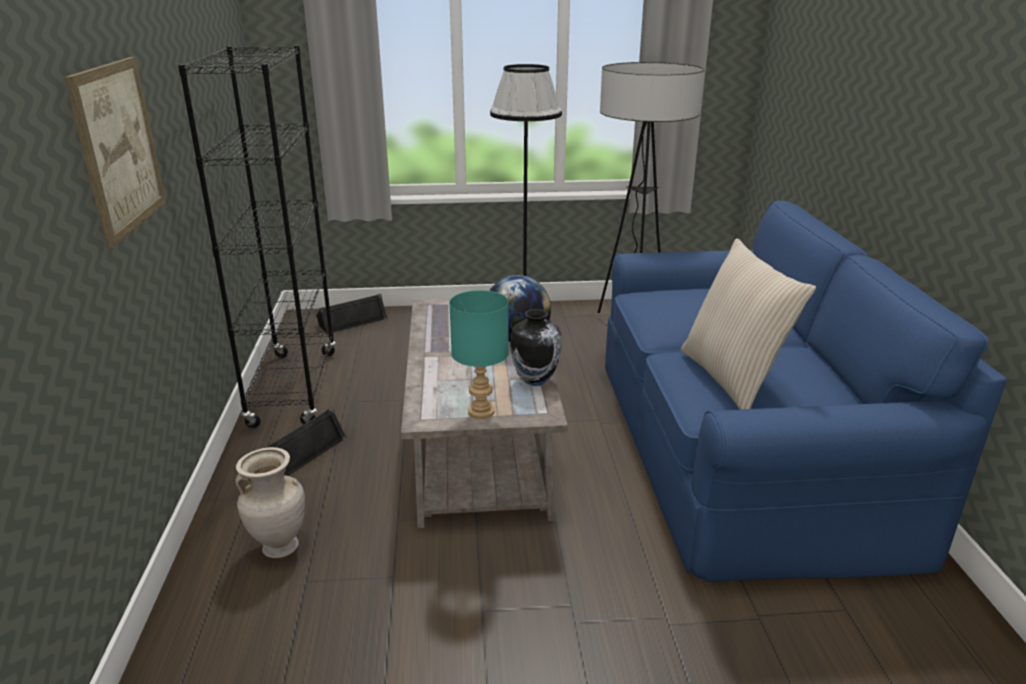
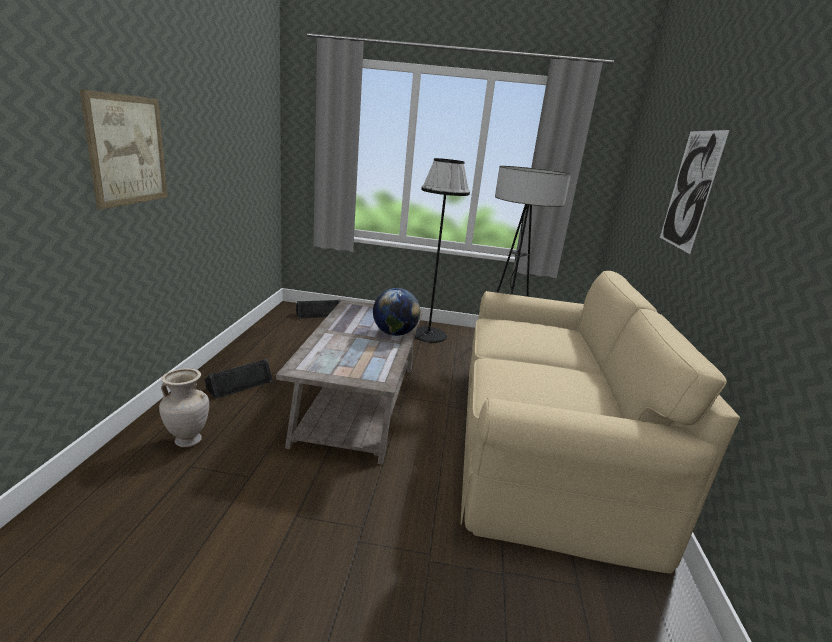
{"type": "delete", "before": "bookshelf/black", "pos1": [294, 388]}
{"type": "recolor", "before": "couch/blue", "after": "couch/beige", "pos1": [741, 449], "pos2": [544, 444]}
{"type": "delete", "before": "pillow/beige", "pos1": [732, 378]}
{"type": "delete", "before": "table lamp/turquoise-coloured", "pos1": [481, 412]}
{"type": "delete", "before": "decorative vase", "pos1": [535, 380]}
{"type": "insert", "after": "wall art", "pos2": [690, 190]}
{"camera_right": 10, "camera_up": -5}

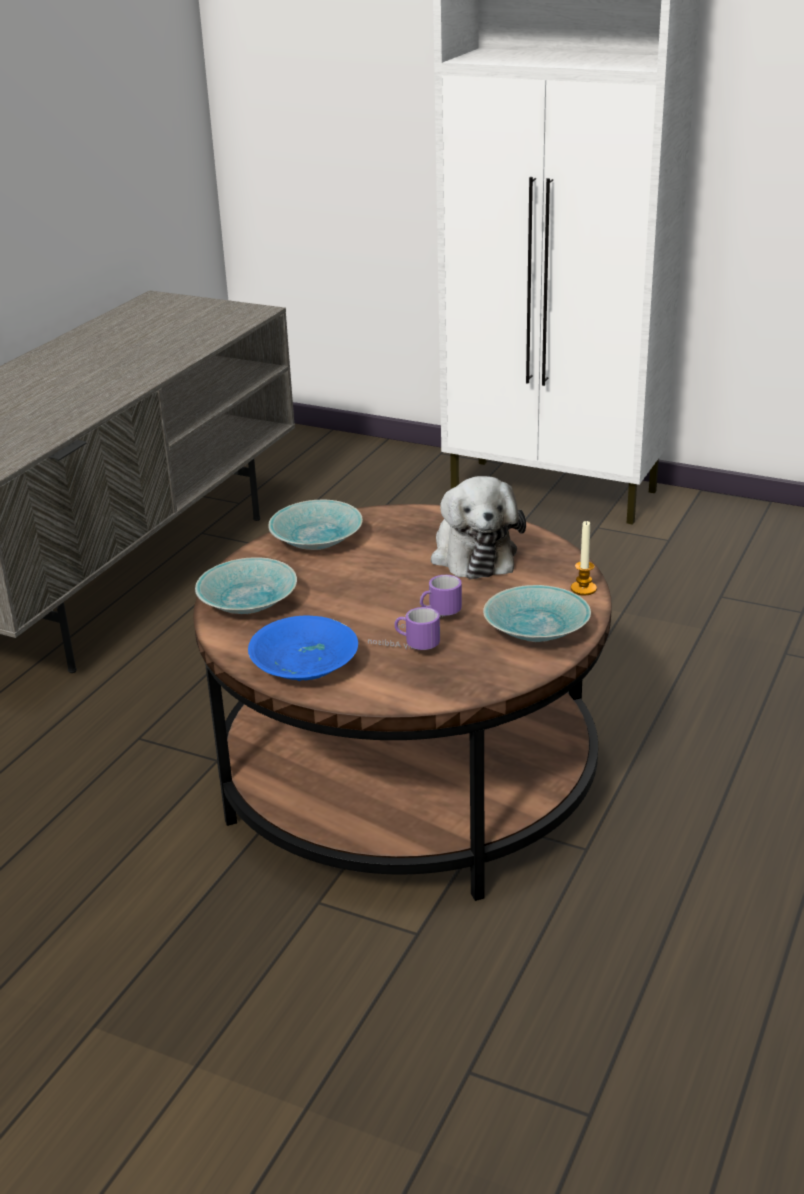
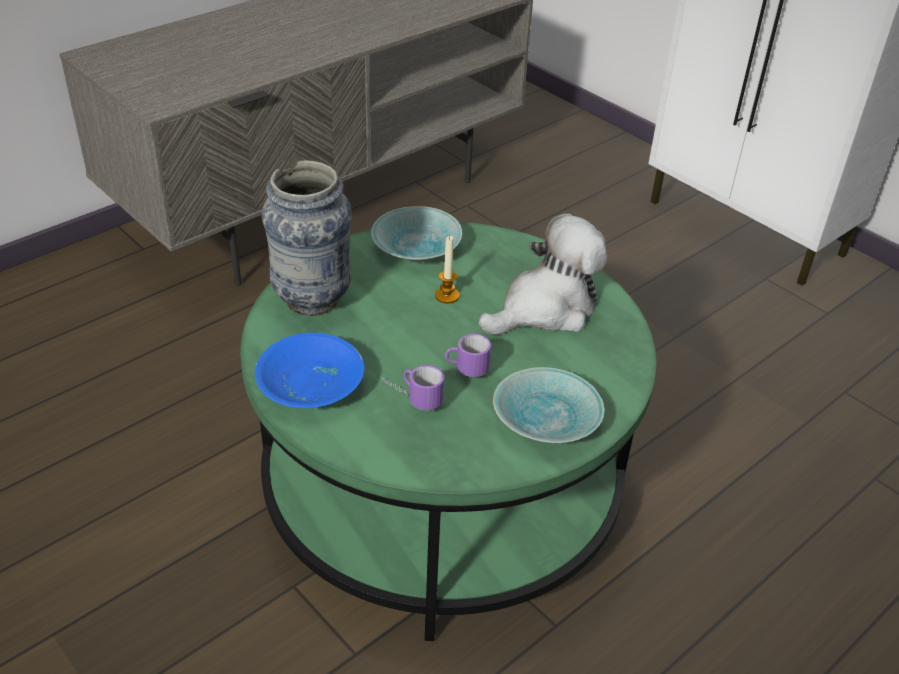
{"type": "rotate", "before": "soft toy", "pos1": [472, 553], "pos2": [546, 309], "turn": -135}
{"type": "recolor", "before": "lounge table/brown", "after": "lounge table/green-coloured", "pos1": [408, 778], "pos2": [442, 487]}
{"type": "move", "before": "wax candle", "pos1": [583, 589], "pos2": [447, 296]}
{"type": "replace", "before": "serving bowl/turquoise-coloured", "after": "decorative vase", "pos1": [249, 603], "pos2": [312, 300]}
{"camera_right": 20, "camera_up": 10}

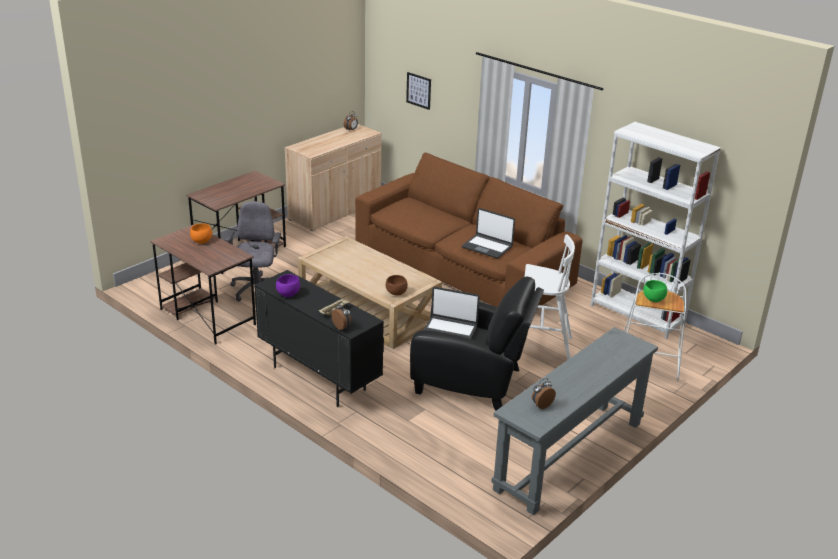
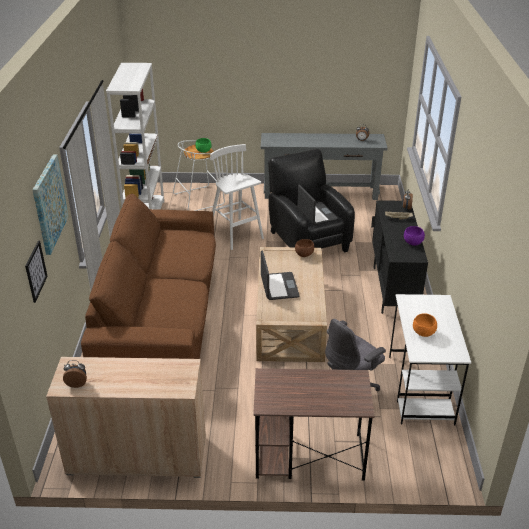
{"type": "move", "before": "portable computer", "pos1": [487, 247], "pos2": [279, 287]}
{"type": "recolor", "before": "desk/brown", "after": "desk/whitish", "pos1": [207, 316], "pos2": [420, 389]}
{"type": "insert", "after": "wall art", "pos2": [49, 204]}
{"camera_right": -130, "camera_up": 5}

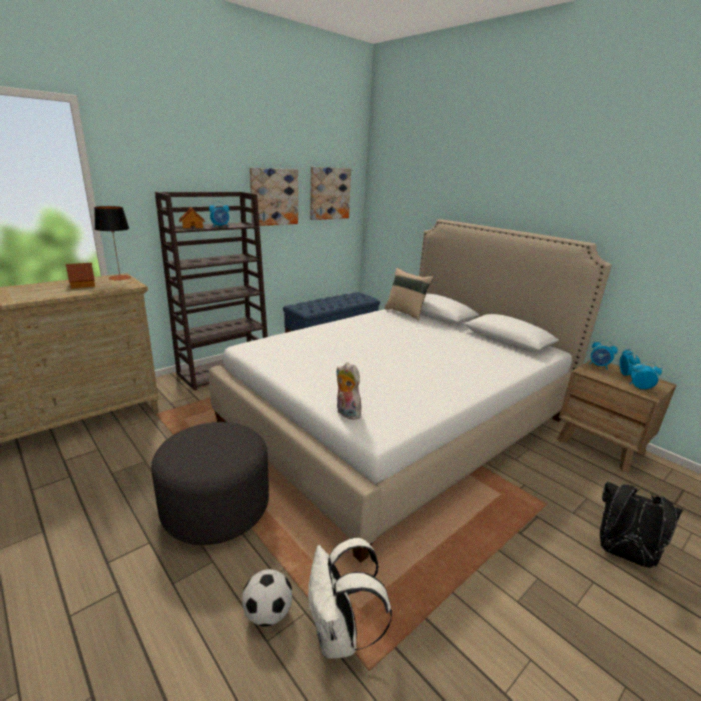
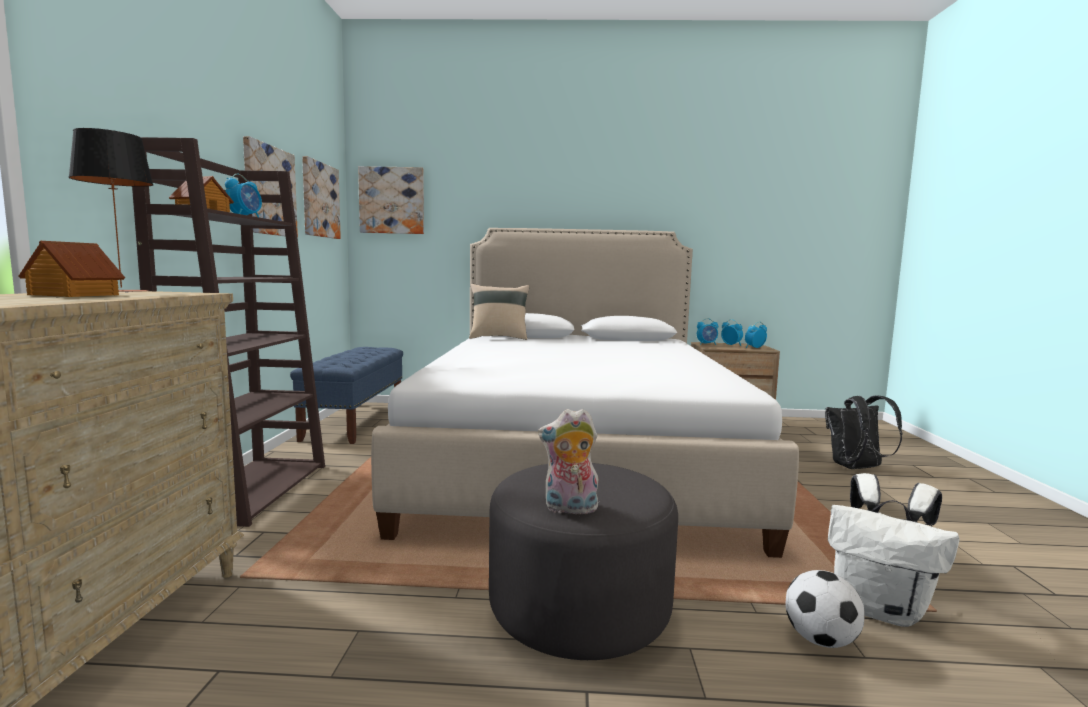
{"type": "move", "before": "soft toy", "pos1": [346, 413], "pos2": [569, 509]}
{"type": "insert", "after": "wall art", "pos2": [392, 200]}
{"camera_right": -45, "camera_up": -15}

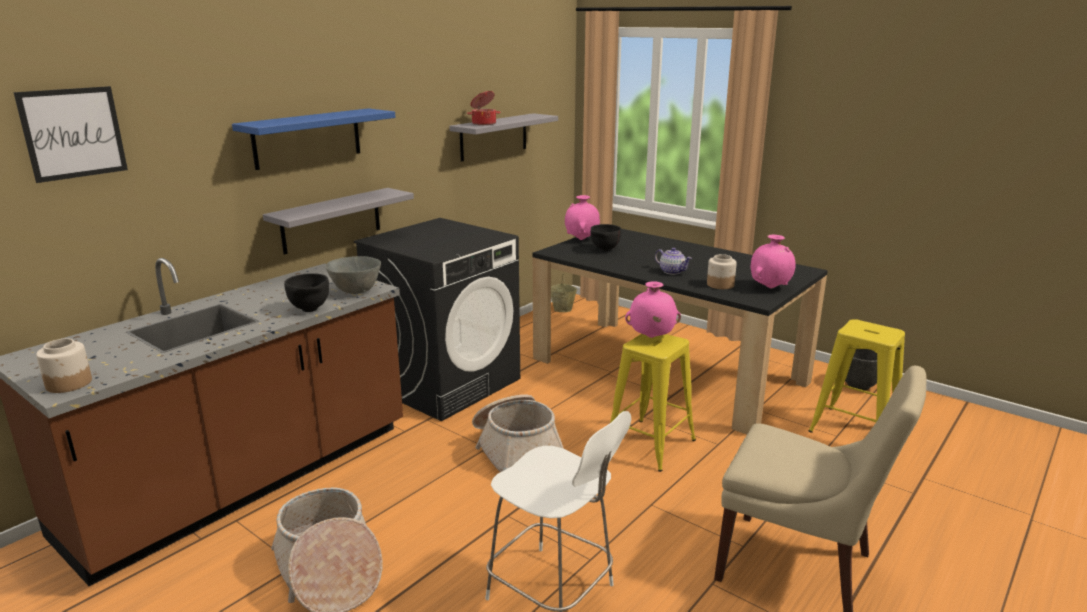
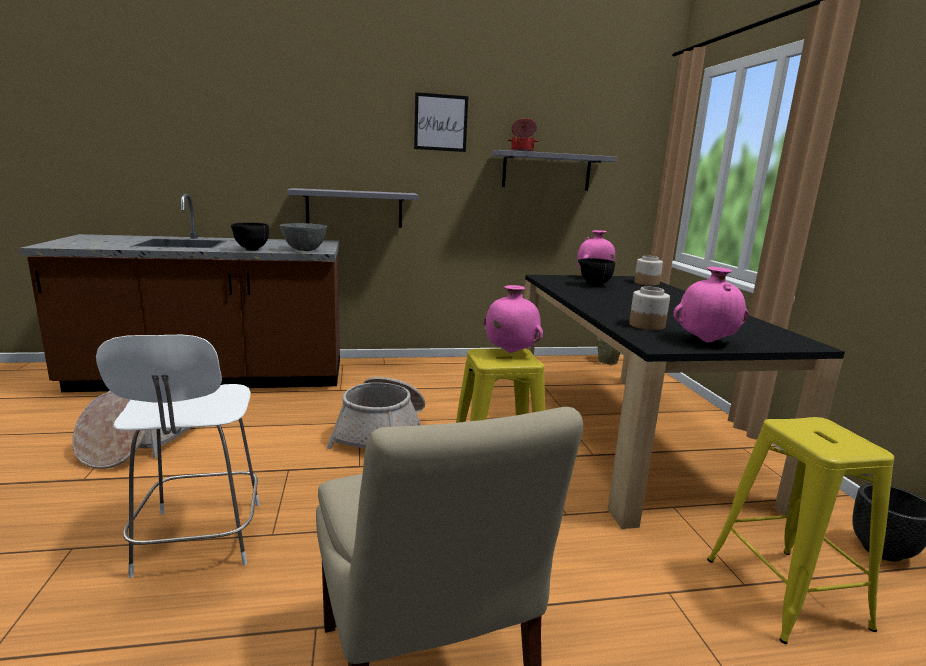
{"type": "move", "before": "wall art", "pos1": [73, 133], "pos2": [440, 122]}
{"type": "delete", "before": "wall shelf/blue", "pos1": [307, 138]}
{"type": "delete", "before": "laundry appliance/black", "pos1": [446, 383]}
{"type": "delete", "before": "teapot", "pos1": [672, 271]}
{"type": "move", "before": "jar", "pos1": [69, 383], "pos2": [647, 283]}
{"camera_right": 40, "camera_up": -5}

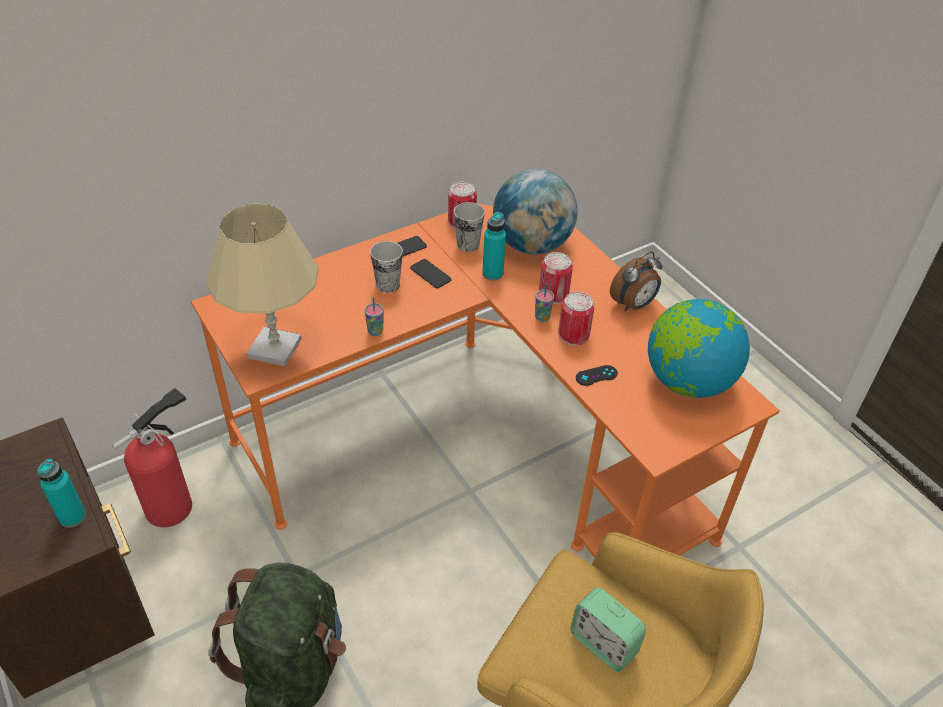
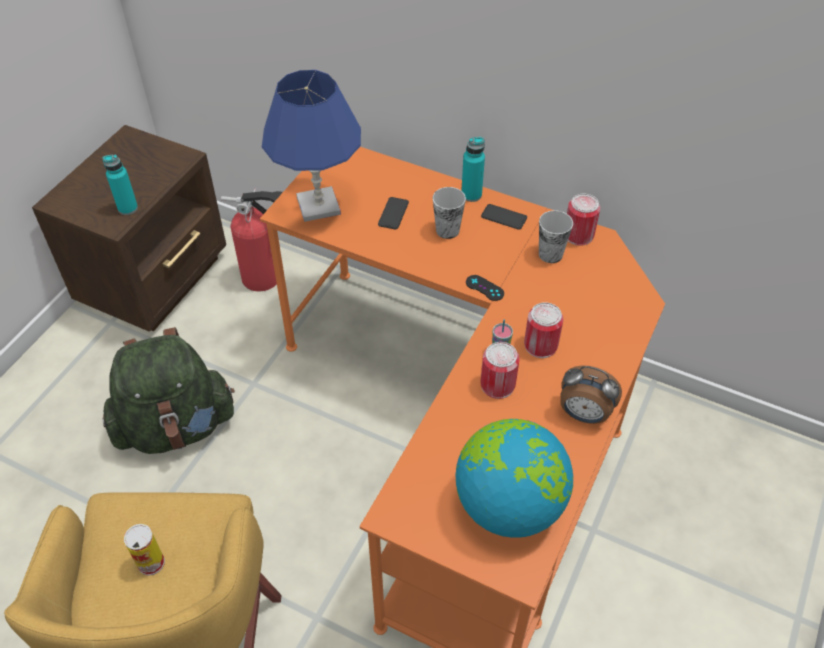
{"type": "delete", "before": "desk globe", "pos1": [531, 245]}
{"type": "recolor", "before": "table lamp/beige", "after": "table lamp/blue", "pos1": [275, 348], "pos2": [318, 206]}
{"type": "move", "before": "bottle/turquoise-coloured", "pos1": [492, 274], "pos2": [471, 195]}
{"type": "move", "before": "handset", "pos1": [430, 274], "pos2": [393, 213]}
{"type": "delete", "before": "cup", "pos1": [375, 332]}
{"type": "move", "before": "joypad/black", "pos1": [596, 375], "pos2": [484, 288]}
{"type": "replace", "before": "bedside clock", "after": "can", "pos1": [603, 643], "pos2": [151, 563]}
{"camera_right": 60, "camera_up": 5}

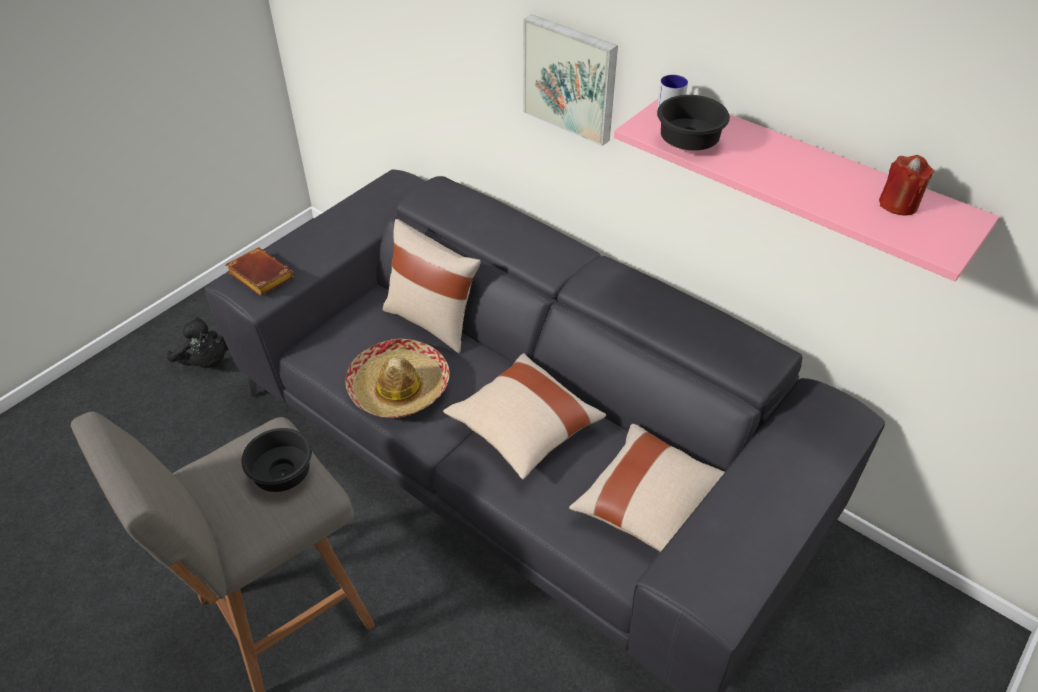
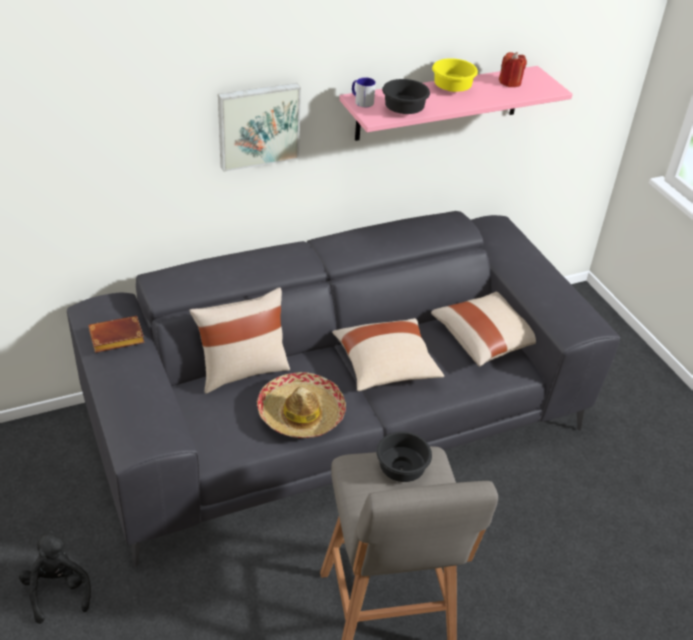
{"type": "move", "before": "book/brown", "pos1": [258, 276], "pos2": [115, 339]}
{"type": "rotate", "before": "soft toy/black", "pos1": [206, 363], "pos2": [58, 590], "turn": -90}
{"type": "insert", "after": "serving bowl/yellow", "pos2": [450, 88]}
{"camera_right": -65, "camera_up": -5}

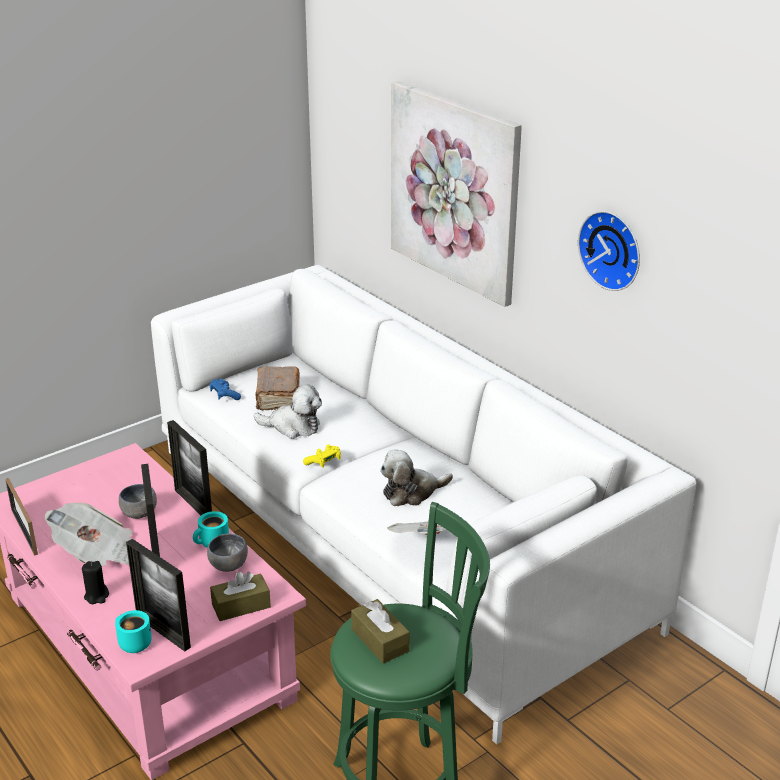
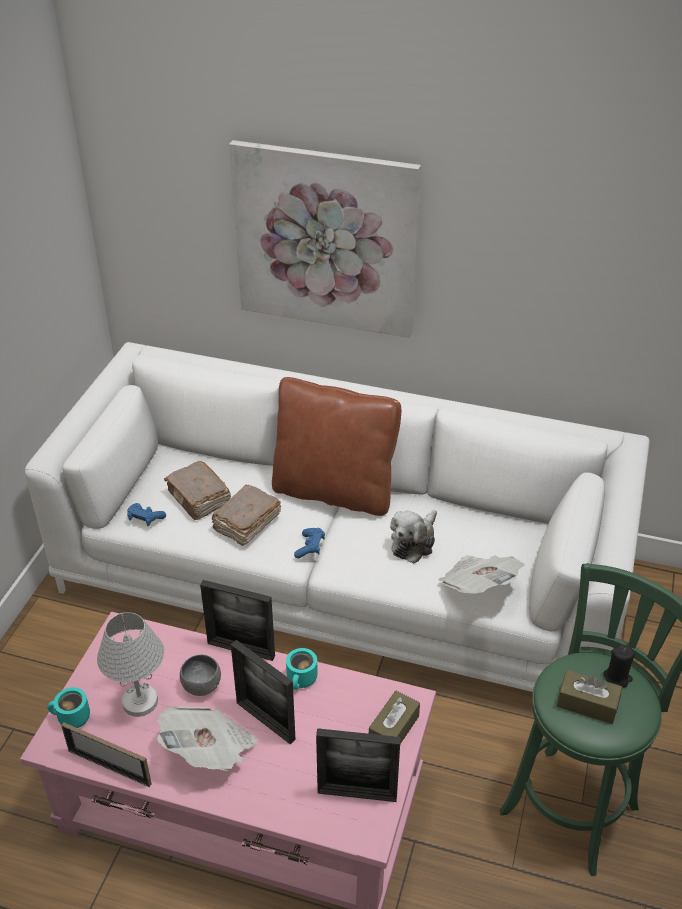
{"type": "delete", "before": "hanging clock", "pos1": [613, 249]}
{"type": "replace", "before": "soft toy", "after": "book/brown", "pos1": [293, 426], "pos2": [246, 523]}
{"type": "recolor", "before": "joypad/yellow", "after": "joypad/blue", "pos1": [324, 462], "pos2": [310, 547]}
{"type": "delete", "before": "serving bowl/gray", "pos1": [228, 566]}
{"type": "move", "before": "wax candle/black", "pos1": [97, 596], "pos2": [617, 677]}
{"type": "move", "before": "tea mug/turquoise-coloured", "pos1": [132, 643], "pos2": [71, 719]}
{"type": "insert", "after": "pillow/brown", "pos2": [334, 491]}
{"type": "insert", "after": "table lamp/whitish", "pos2": [140, 701]}
{"camera_right": -35, "camera_up": 10}

